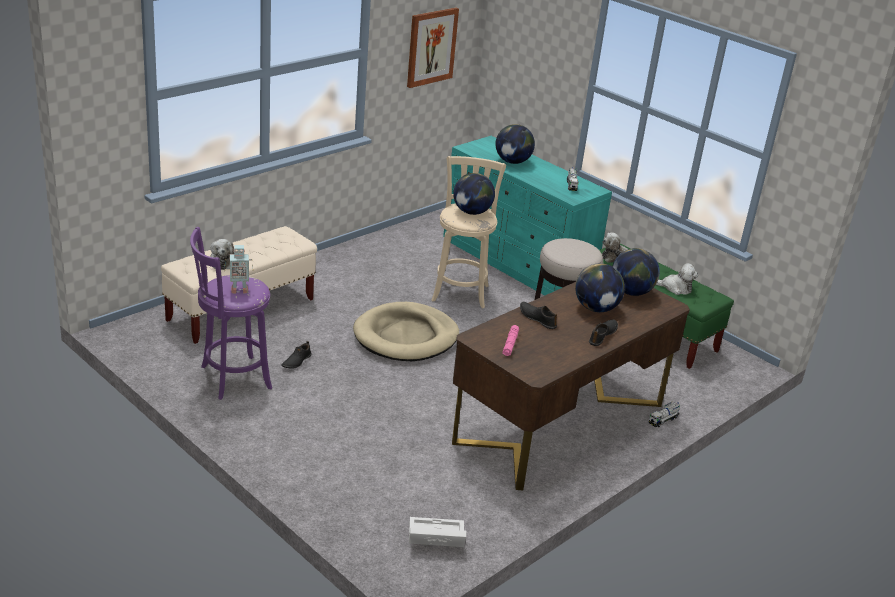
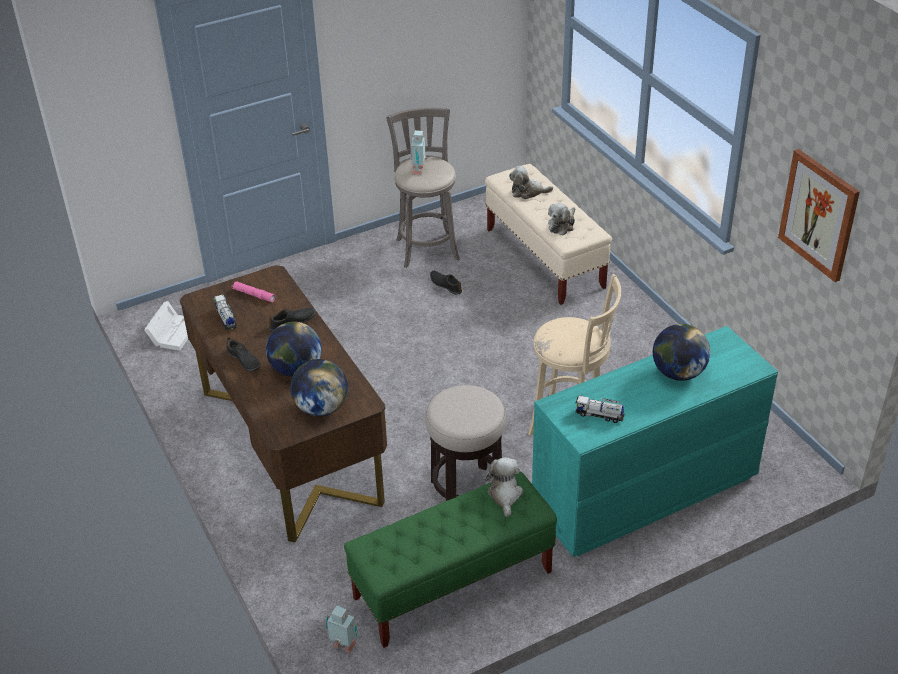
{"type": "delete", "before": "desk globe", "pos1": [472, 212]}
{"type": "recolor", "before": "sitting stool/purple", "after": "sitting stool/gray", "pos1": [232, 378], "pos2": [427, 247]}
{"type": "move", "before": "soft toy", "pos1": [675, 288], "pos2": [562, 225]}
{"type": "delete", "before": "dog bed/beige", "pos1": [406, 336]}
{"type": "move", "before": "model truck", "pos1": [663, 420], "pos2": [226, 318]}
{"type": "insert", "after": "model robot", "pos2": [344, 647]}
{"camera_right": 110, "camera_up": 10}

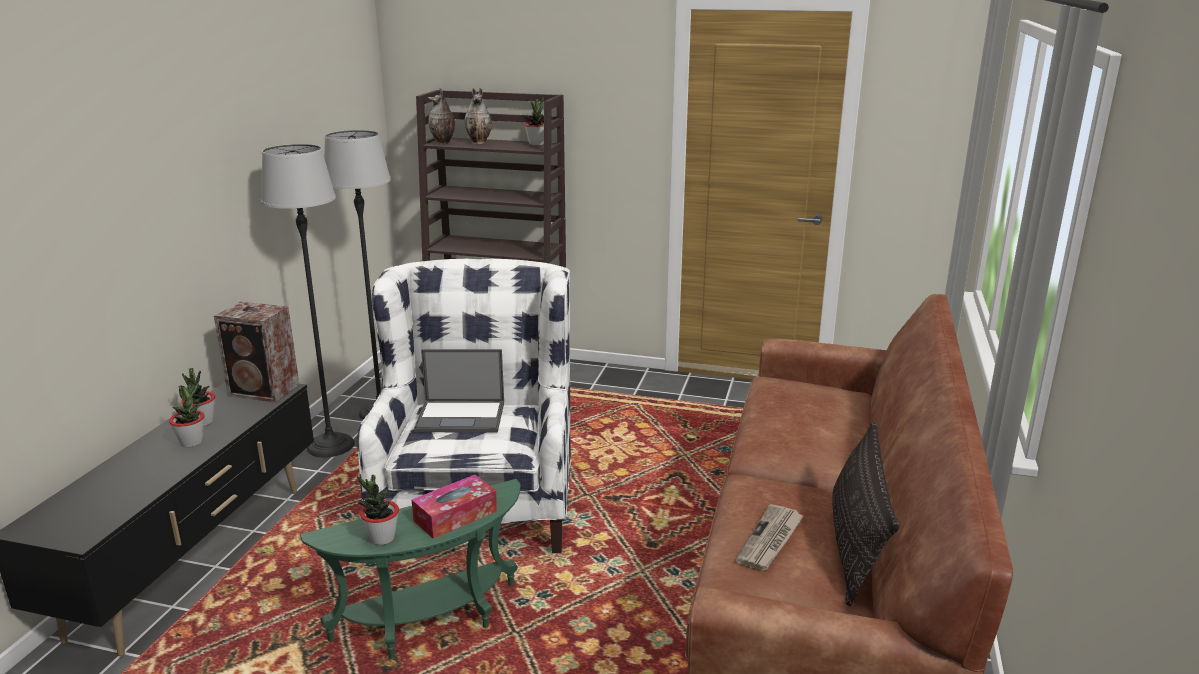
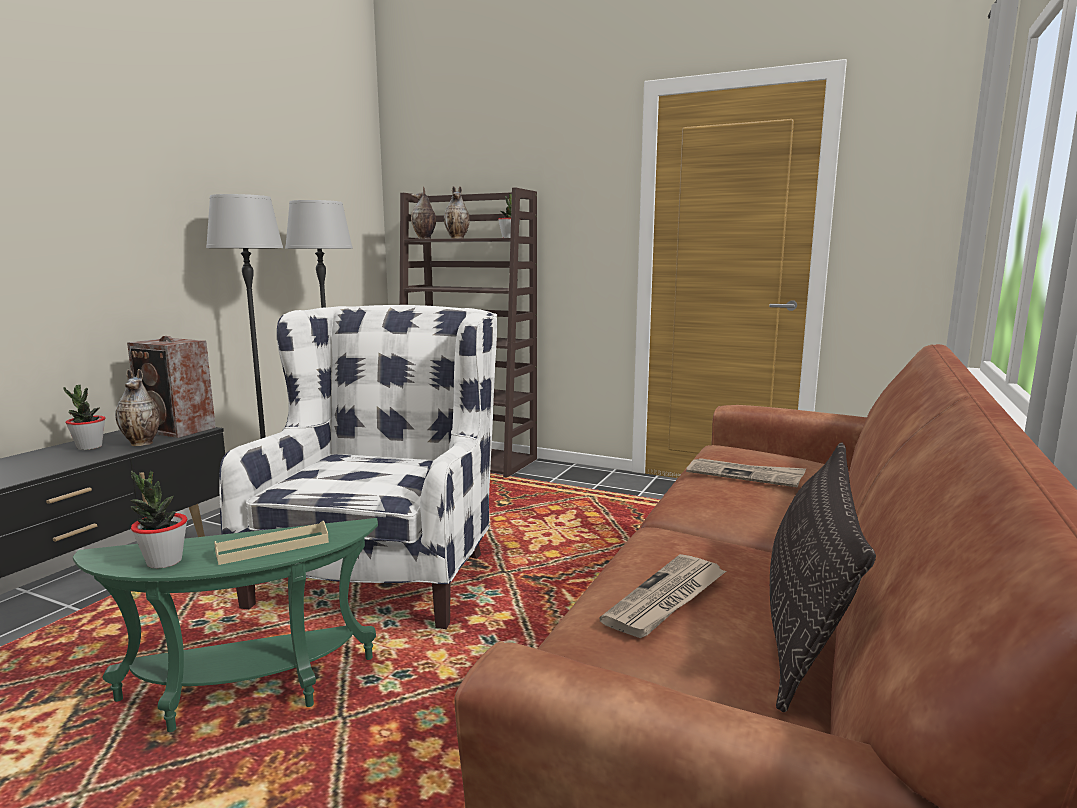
{"type": "delete", "before": "portable computer", "pos1": [462, 416]}
{"type": "delete", "before": "houseplant", "pos1": [192, 442]}
{"type": "replace", "before": "tissue holder", "after": "serving tray/beige", "pos1": [455, 516], "pos2": [273, 547]}
{"type": "insert", "after": "decorative vase", "pos2": [143, 443]}
{"type": "insert", "after": "newspaper", "pos2": [745, 475]}
{"camera_right": 10, "camera_up": -10}

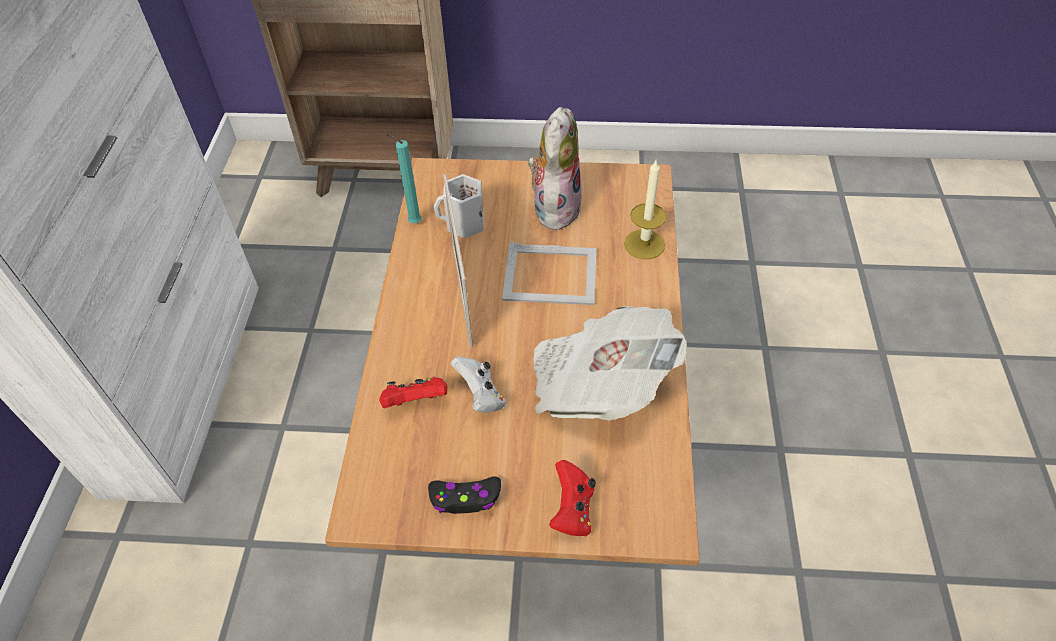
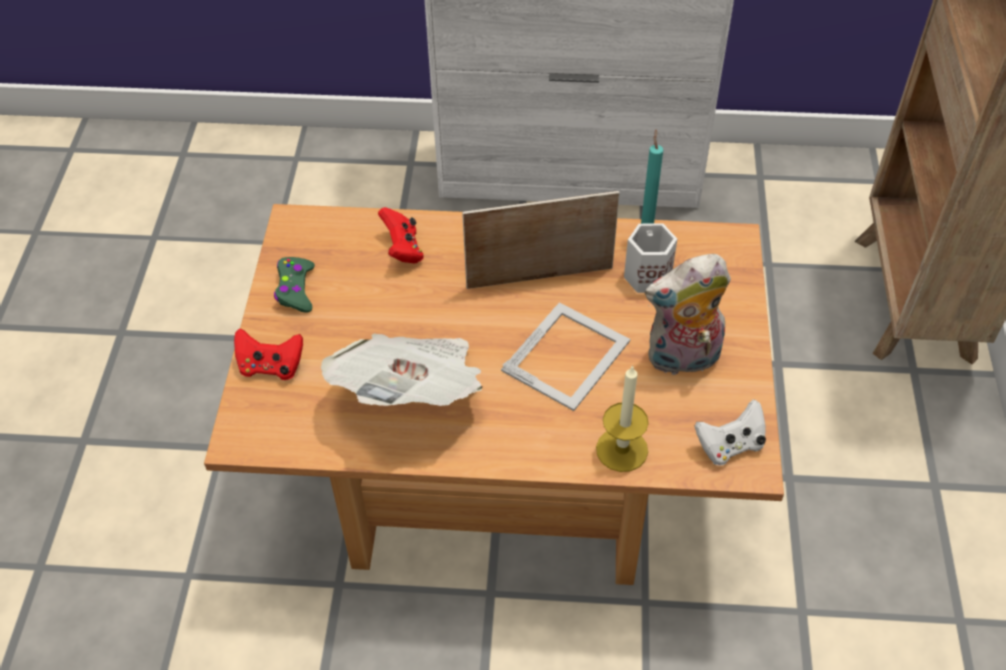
{"type": "rotate", "before": "soft toy", "pos1": [554, 207], "pos2": [682, 360], "turn": 150}
{"type": "rotate", "before": "standing frame", "pos1": [551, 275], "pos2": [568, 355], "turn": -150}
{"type": "move", "before": "joypad/whitish", "pos1": [481, 396], "pos2": [730, 445]}
{"type": "recolor", "before": "joypad/black", "after": "joypad/green-coloured", "pos1": [465, 499], "pos2": [295, 289]}
{"camera_right": 90, "camera_up": 0}

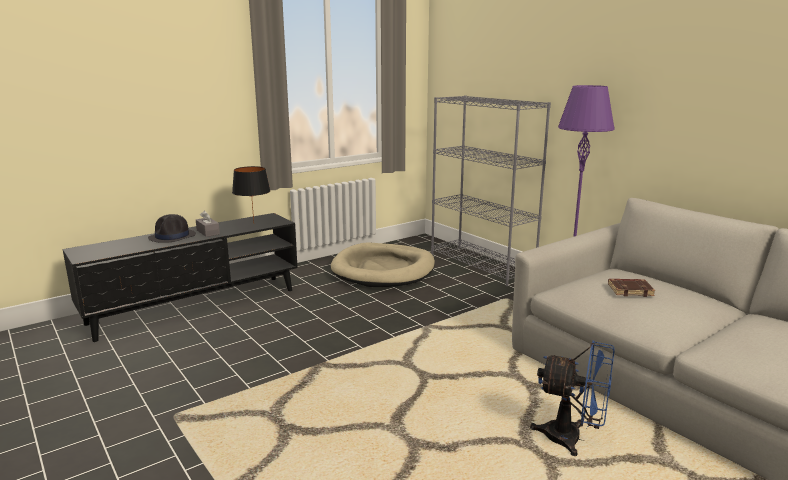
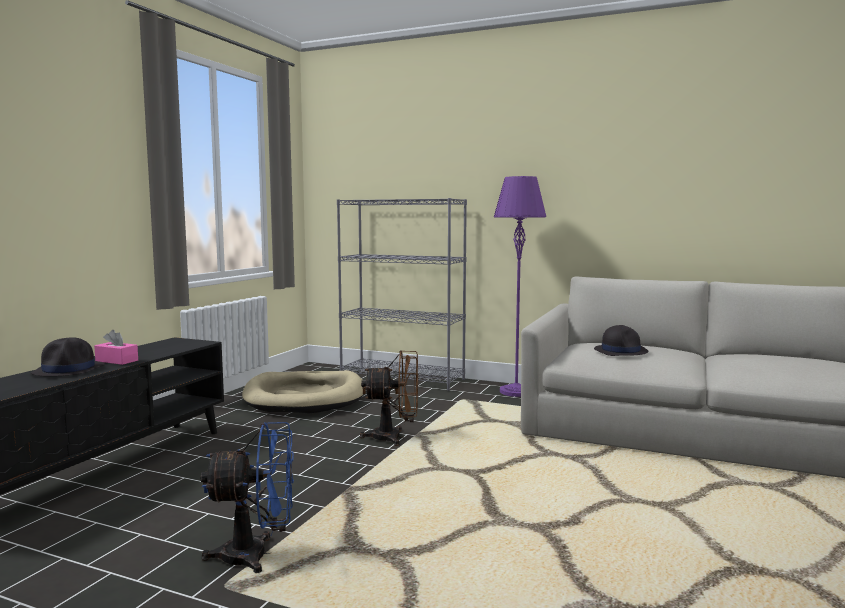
{"type": "delete", "before": "table lamp/black", "pos1": [253, 224]}
{"type": "recolor", "before": "tissue holder/gray", "after": "tissue holder/pinkish", "pos1": [208, 232], "pos2": [117, 361]}
{"type": "replace", "before": "book/brown", "after": "clothing hat/black", "pos1": [630, 290], "pos2": [620, 351]}
{"type": "move", "before": "fan/blue", "pos1": [572, 439], "pos2": [257, 555]}
{"type": "insert", "after": "fan/brown", "pos2": [394, 437]}
{"camera_right": -30, "camera_up": -10}

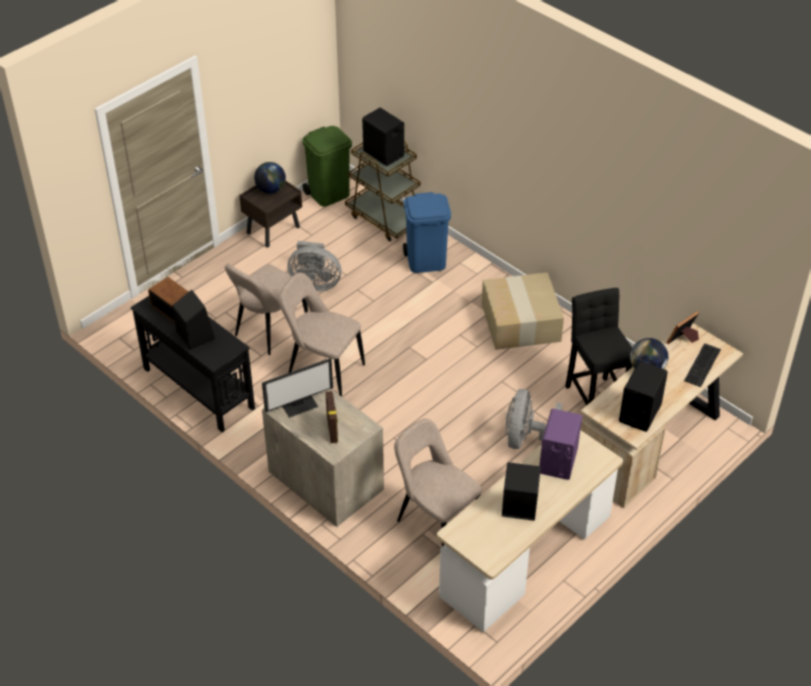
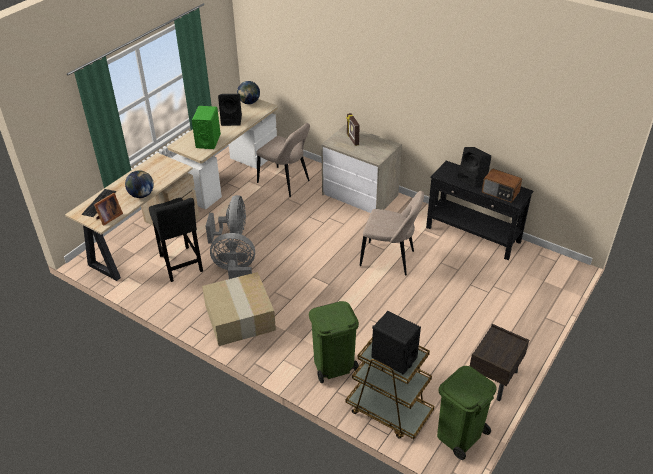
{"type": "move", "before": "desk globe", "pos1": [271, 190], "pos2": [249, 102]}
{"type": "recolor", "before": "trash can/blue", "after": "trash can/green-coloured", "pos1": [426, 261], "pos2": [333, 366]}
{"type": "move", "before": "fan/gray", "pos1": [315, 283], "pos2": [235, 272]}
{"type": "delete", "before": "chair/beige", "pos1": [269, 331]}
{"type": "delete", "before": "computer screen", "pos1": [299, 405]}
{"type": "delete", "before": "speaker/black", "pos1": [640, 413]}
{"type": "recolor", "before": "speaker/purple", "after": "speaker/green-coloured", "pos1": [558, 461], "pos2": [208, 141]}
{"camera_right": 170, "camera_up": -5}

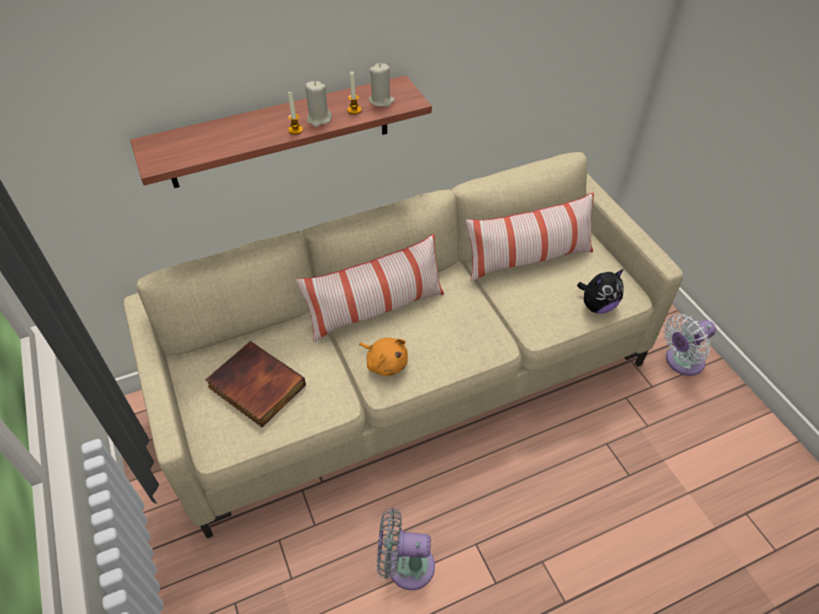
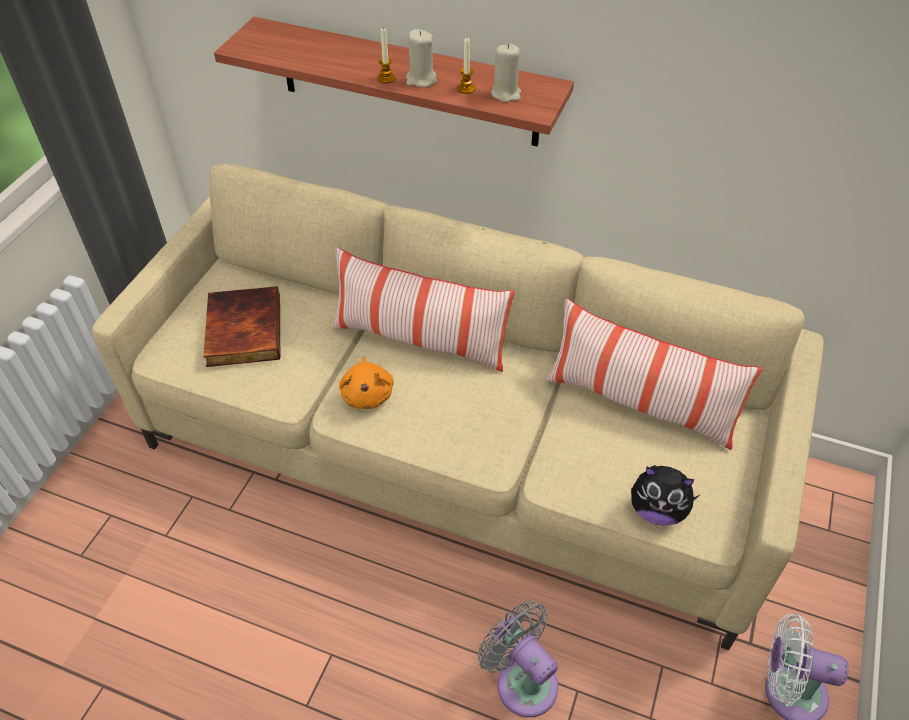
{"type": "move", "before": "fan/gray", "pos1": [405, 565], "pos2": [522, 680]}
{"camera_right": 45, "camera_up": 0}

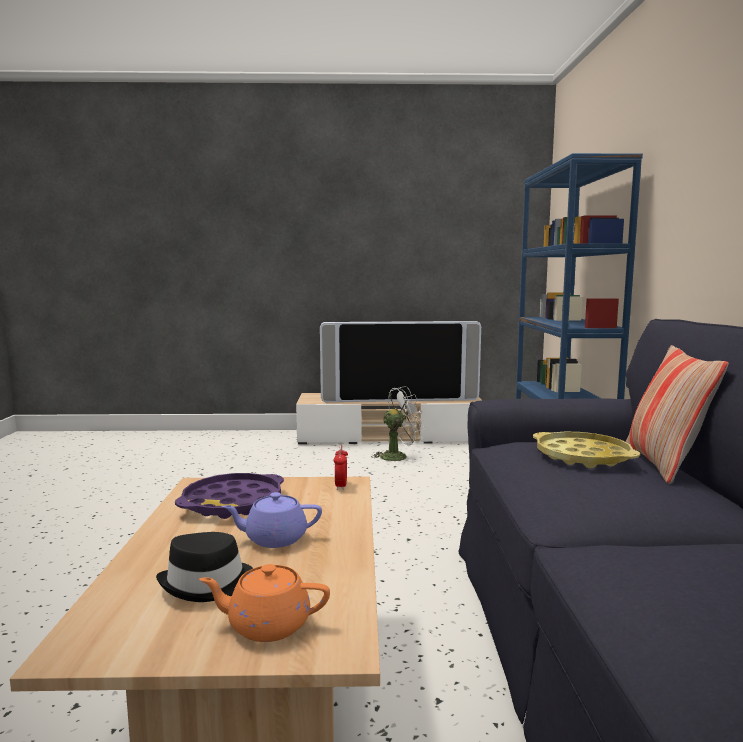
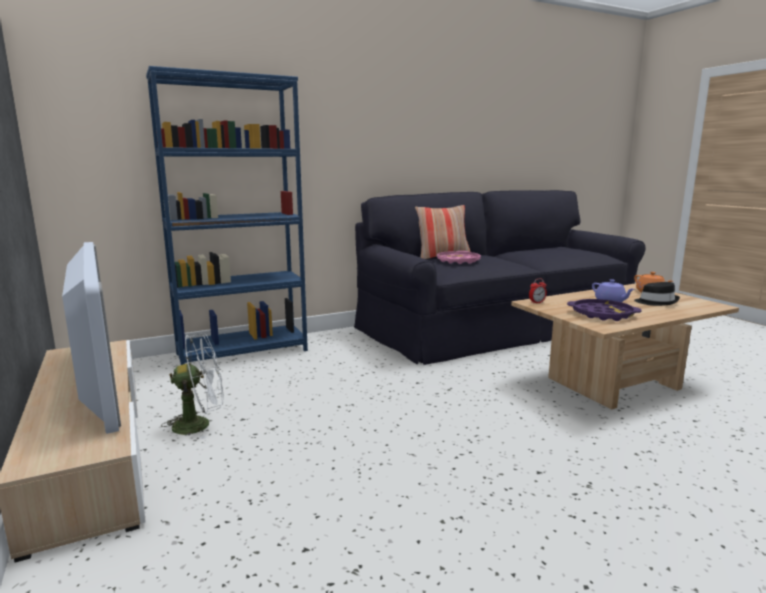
{"type": "rotate", "before": "fan/whitish", "pos1": [398, 456], "pos2": [200, 424], "turn": 120}
{"type": "recolor", "before": "serving tray/yellow", "after": "serving tray/pinkish", "pos1": [582, 457], "pos2": [458, 261]}
{"camera_right": -115, "camera_up": 5}

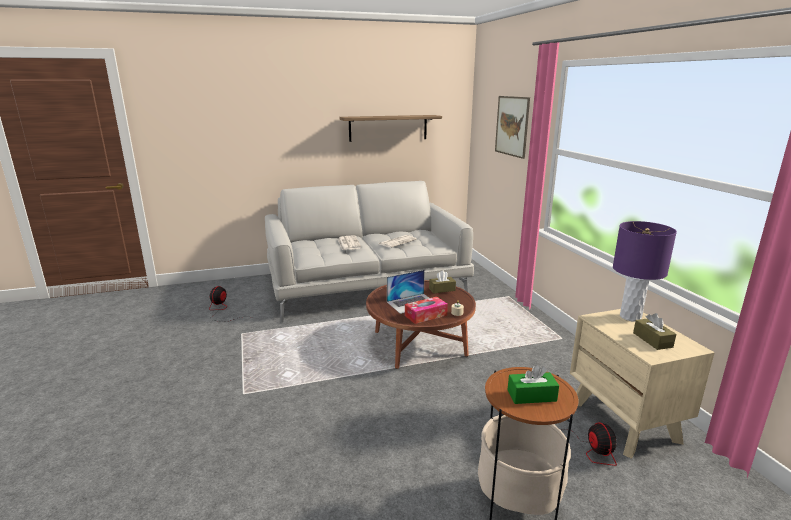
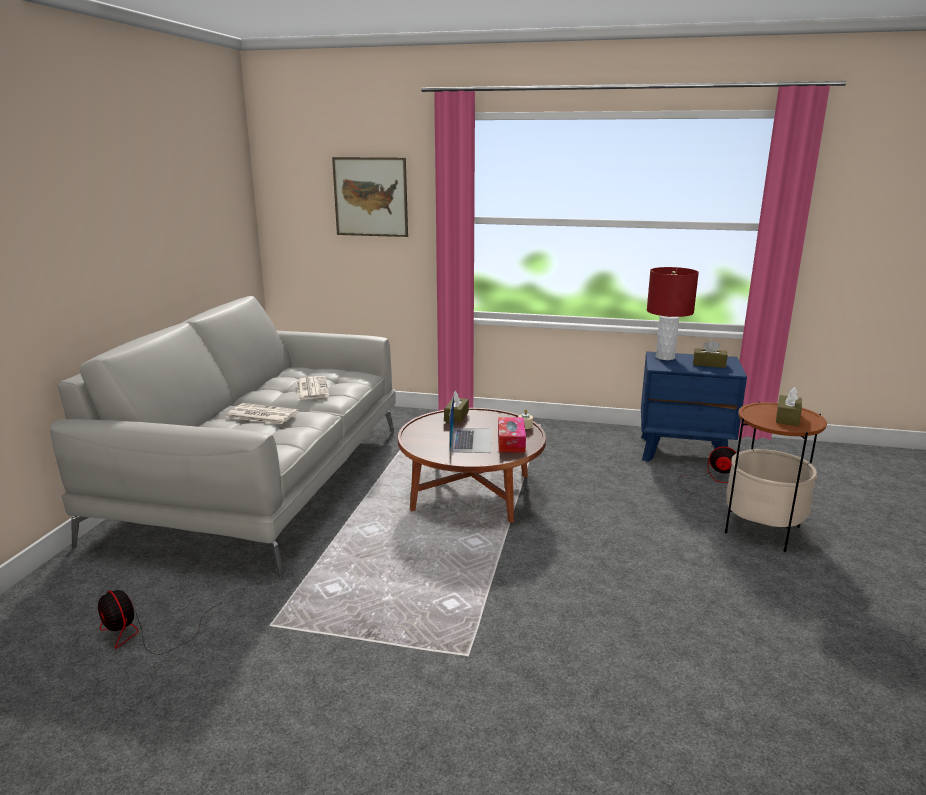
{"type": "delete", "before": "wall shelf", "pos1": [388, 128]}
{"type": "recolor", "before": "table lamp/purple", "after": "table lamp/red", "pos1": [630, 317], "pos2": [665, 357]}
{"type": "recolor", "before": "night table/beige", "after": "night table/blue", "pos1": [624, 421], "pos2": [683, 451]}
{"type": "recolor", "before": "tissue holder/green-coloured", "after": "tissue holder/brown", "pos1": [531, 395], "pos2": [787, 418]}
{"camera_right": -60, "camera_up": 0}

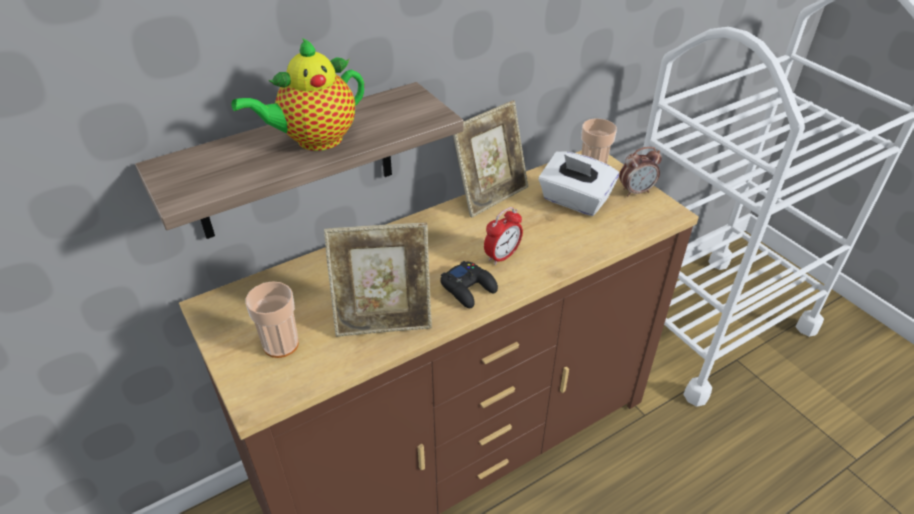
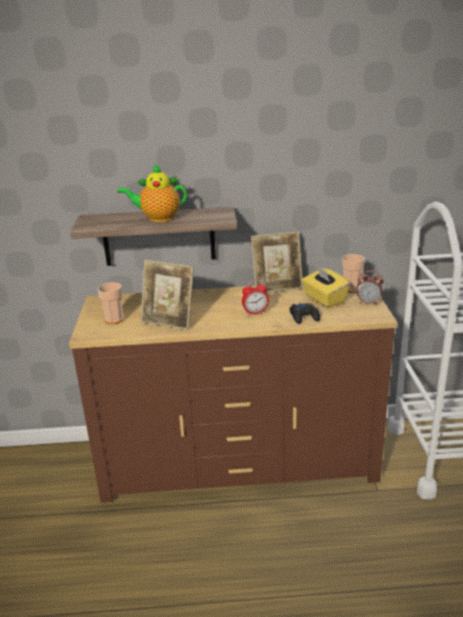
{"type": "recolor", "before": "tissue holder/whitish", "after": "tissue holder/yellow", "pos1": [574, 200], "pos2": [324, 299]}
{"type": "move", "before": "joypad/black", "pos1": [469, 288], "pos2": [304, 317]}
{"camera_right": 30, "camera_up": -15}

